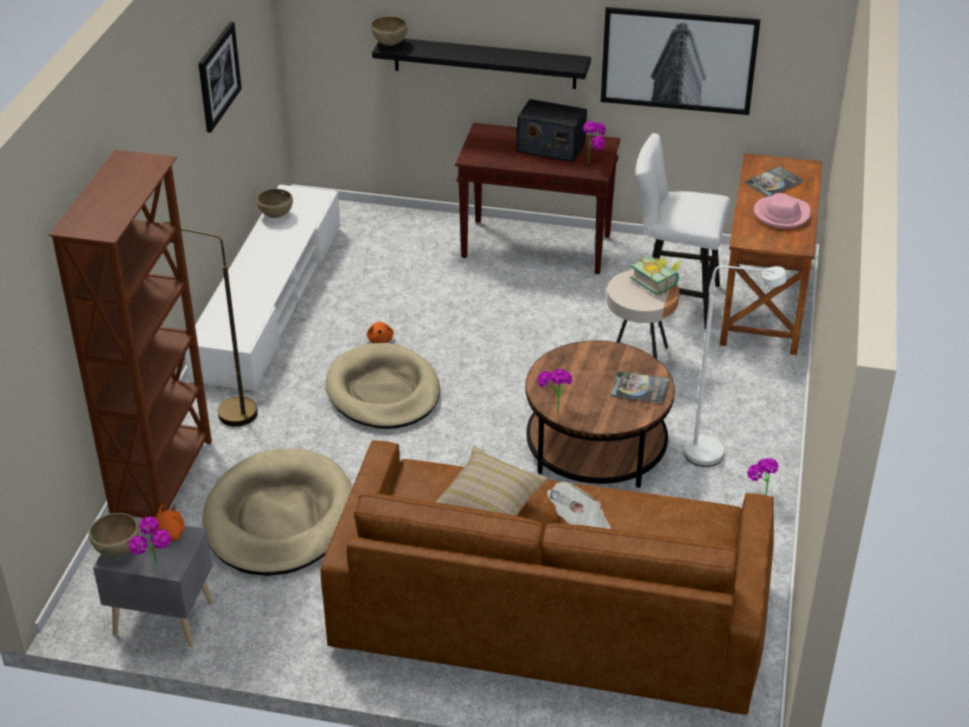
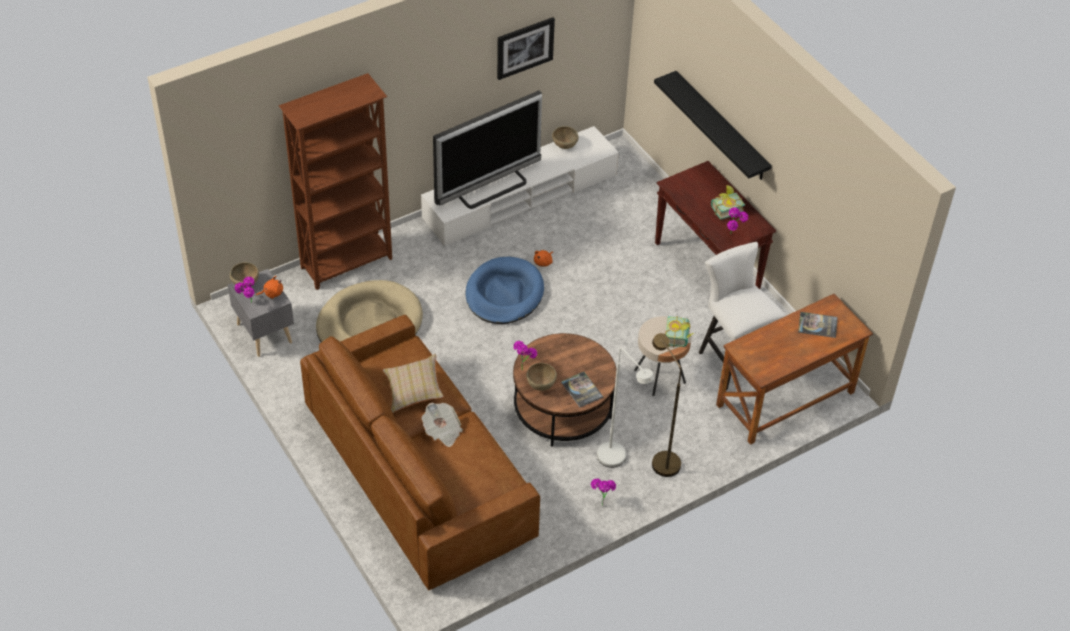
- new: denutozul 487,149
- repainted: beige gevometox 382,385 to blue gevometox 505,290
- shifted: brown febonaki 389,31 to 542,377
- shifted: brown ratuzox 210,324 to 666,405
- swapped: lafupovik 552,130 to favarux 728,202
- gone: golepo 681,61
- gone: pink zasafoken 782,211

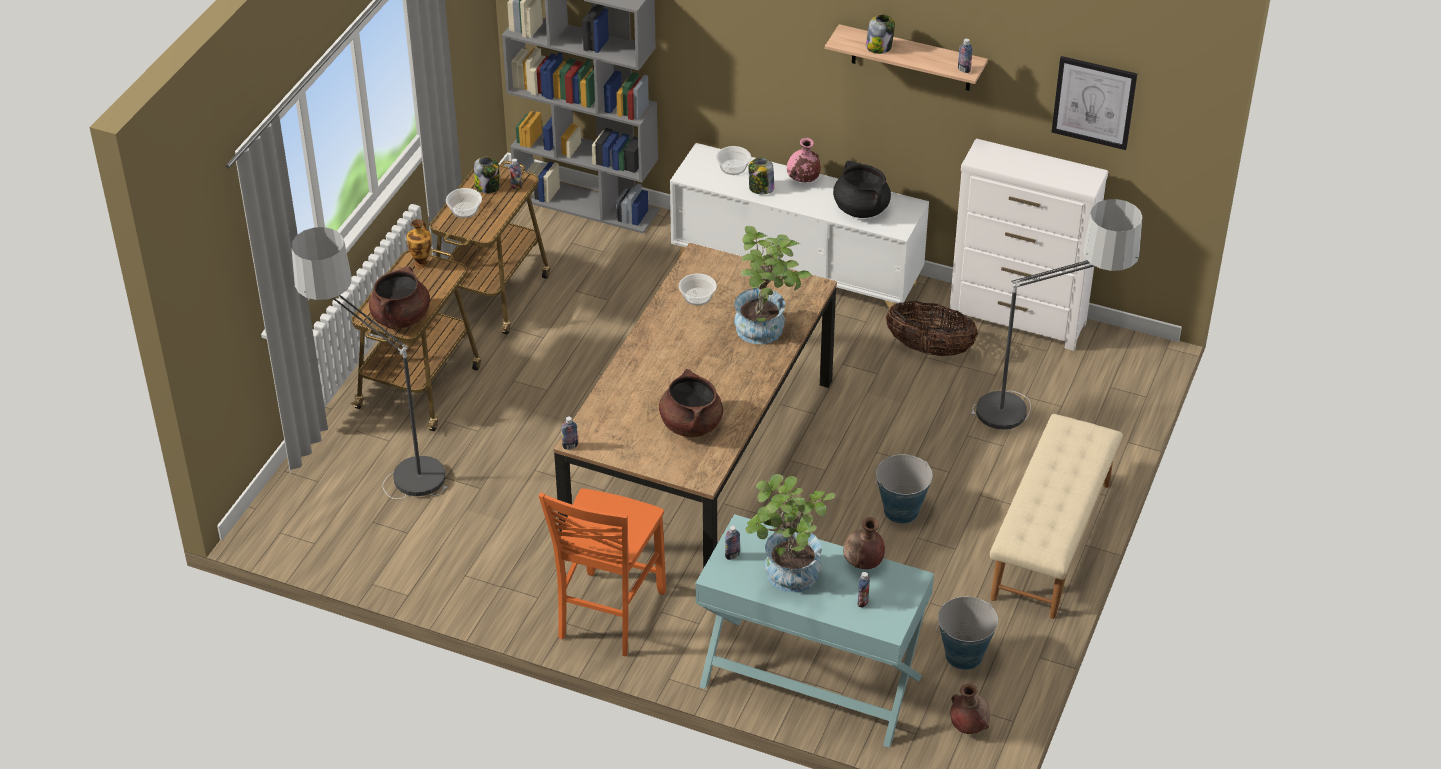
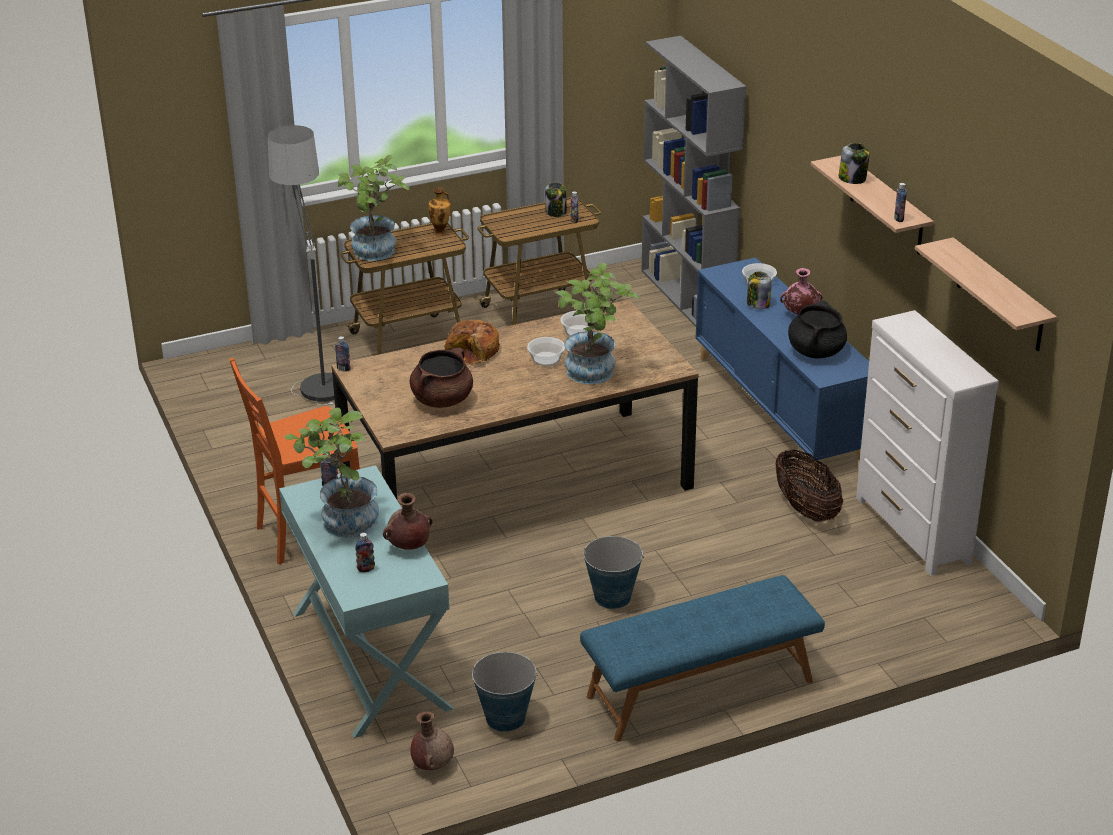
- swapped: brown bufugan 399,297 to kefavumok 373,208
- new: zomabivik 472,342
- shifted: febonaki 464,203 to 546,351
- repainted: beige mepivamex 1056,516 to blue mepivamex 702,658
- repainted: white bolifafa 799,226 to blue bolifafa 782,366
- swapped: golepo 1094,103 to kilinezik 986,294
- gone: ratuzox 1057,314

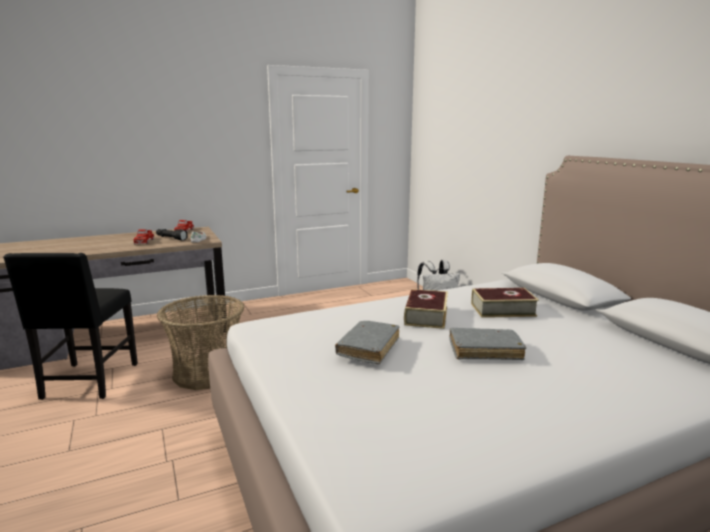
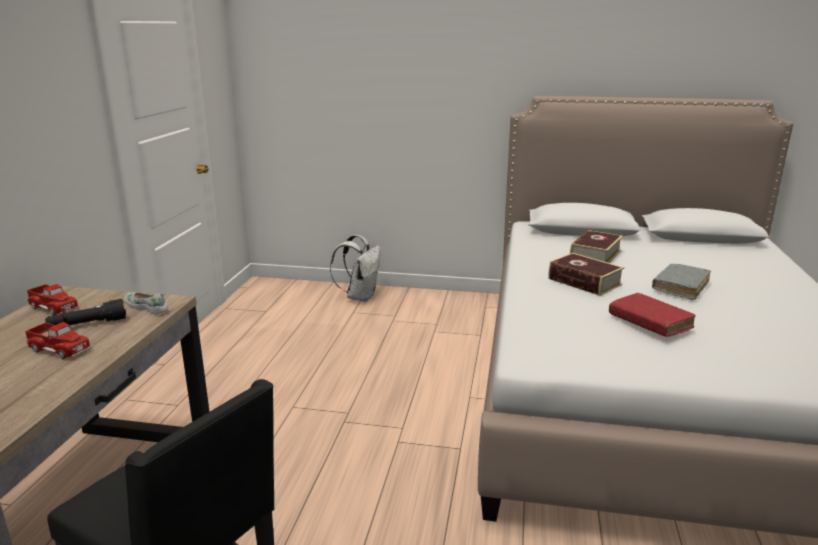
- repainted: grey favarux 367,342 to red favarux 652,315
- gone: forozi 201,342

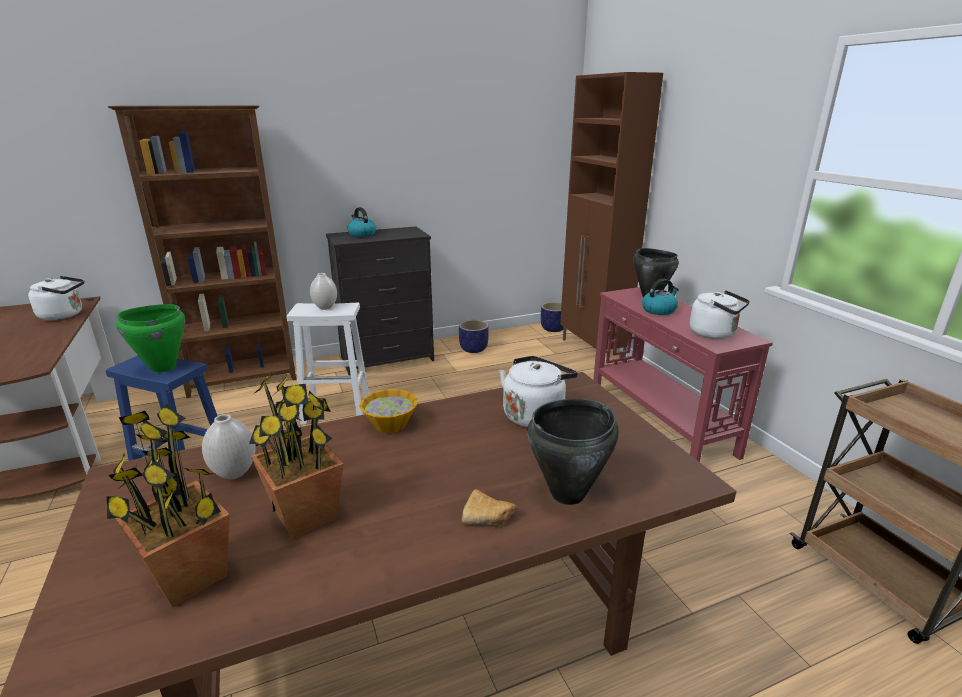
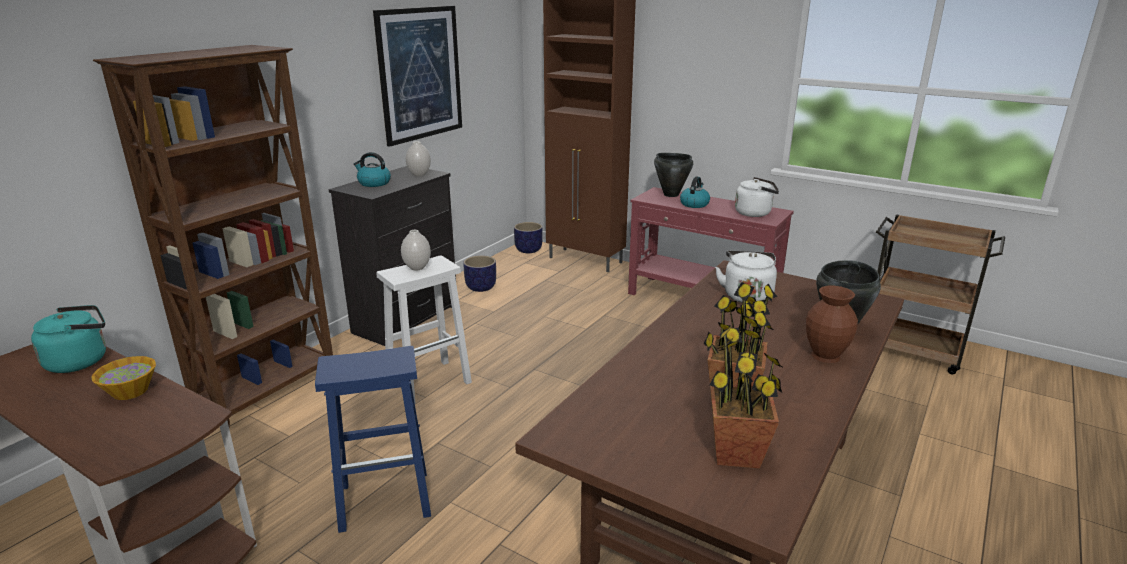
- repainted: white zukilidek 56,298 to turquoise zukilidek 68,339
- shifted: febonaki 388,411 to 123,378
- new: golepo 417,76
- shifted: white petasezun 228,446 to 418,158
- swapped: zomabivik 489,507 to brown petasezun 832,324
- gone: green bufugan 150,338

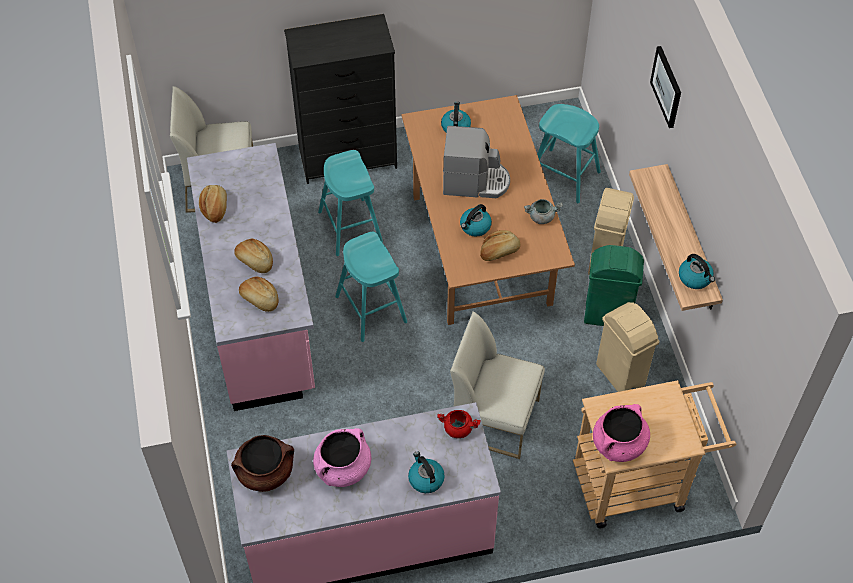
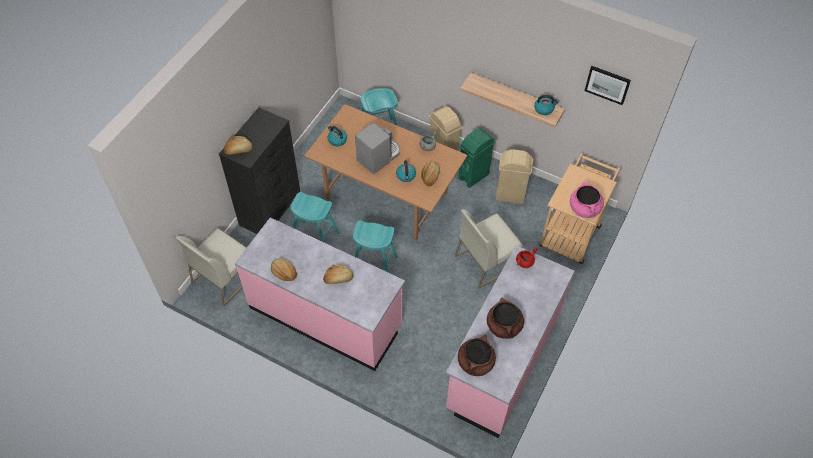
- shifted: zomabivik 258,294 to 237,145
- repainted: pink bufugan 342,457 to brown bufugan 505,318
- shifted: golepo 665,87 to 608,85
- gone: zukilidek 426,472

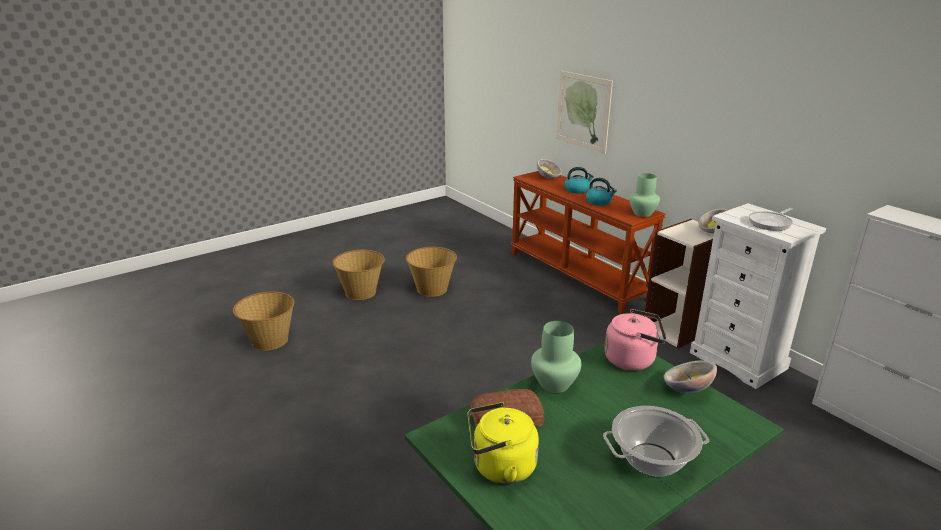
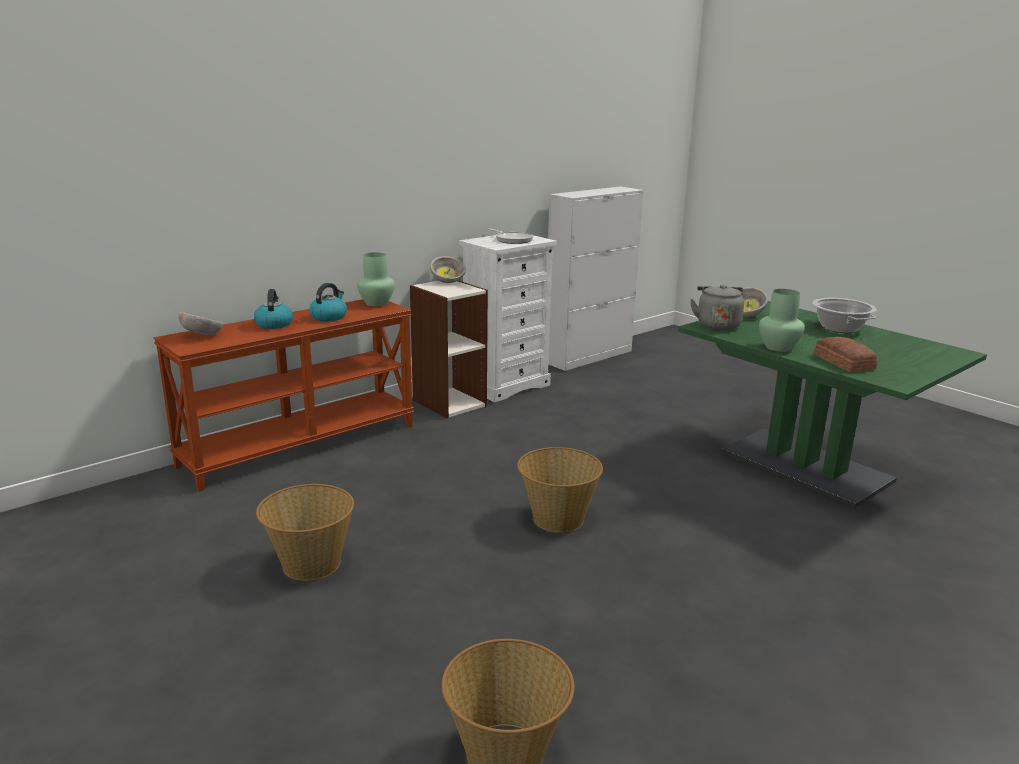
- shifted: forozi 359,275 to 560,489
- repainted: pink zukilidek 635,339 to grey zukilidek 717,307
- gone: yellow zukilidek 503,443
- gone: golepo 584,112

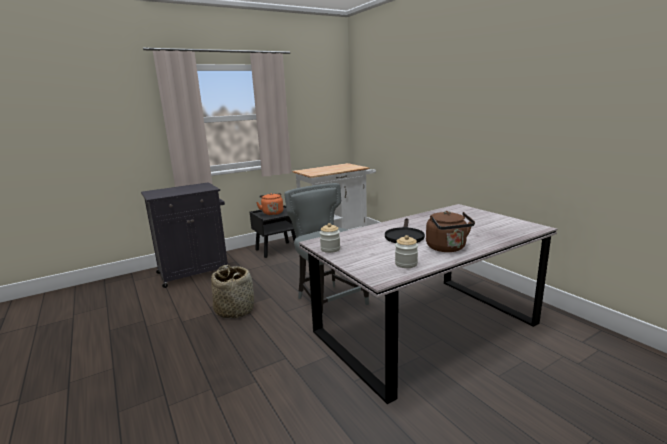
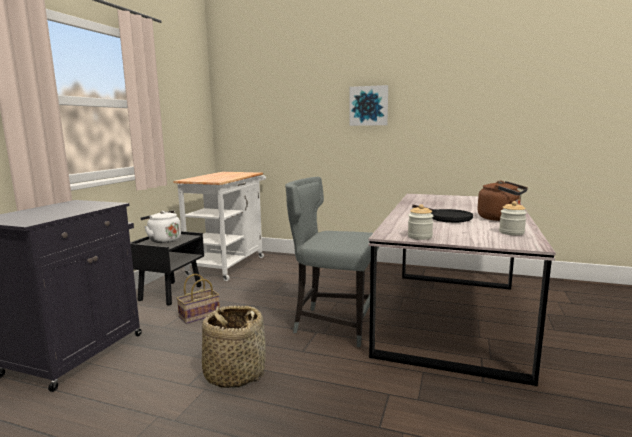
- repainted: orange zukilidek 269,204 to white zukilidek 160,226
- new: forozi 198,299
- new: golepo 368,105

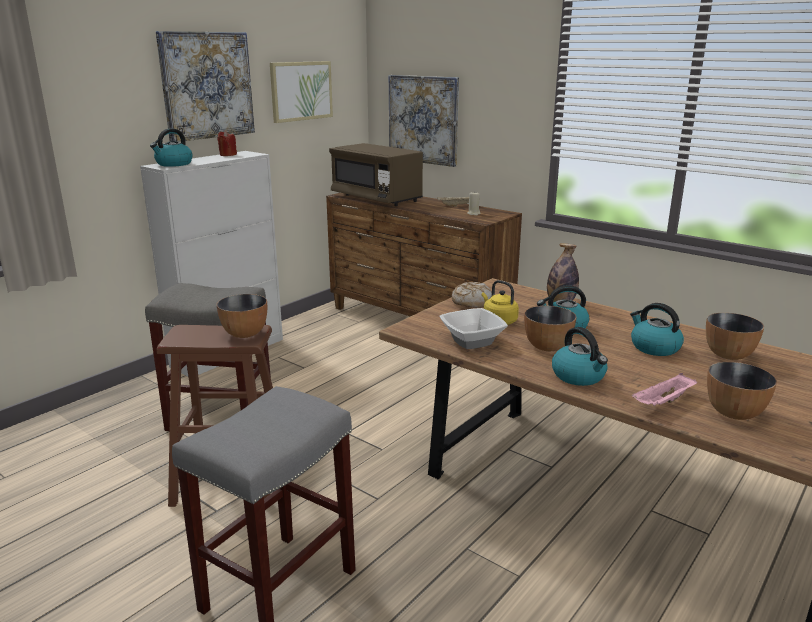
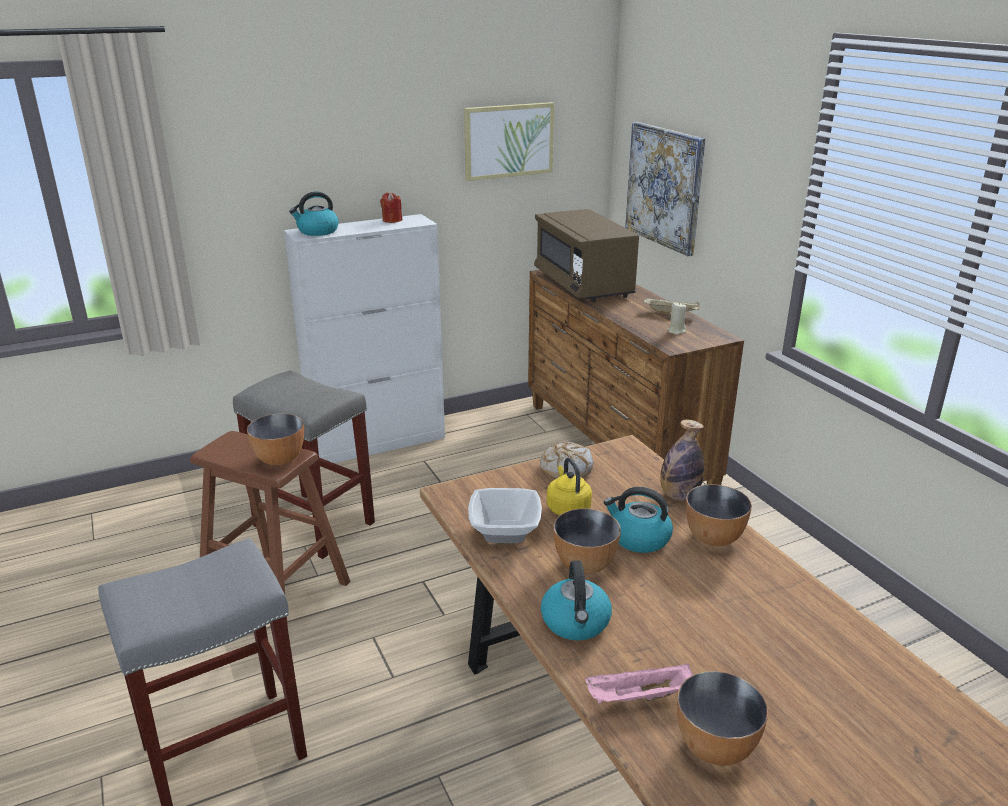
- shifted: febonaki 735,336 to 719,515
- gone: golepo 205,86
- gone: zukilidek 657,329

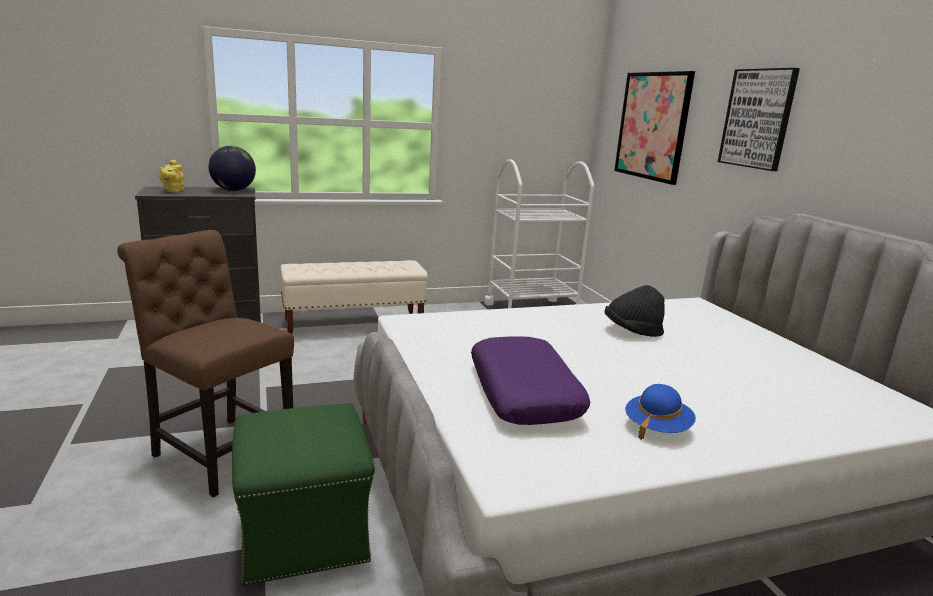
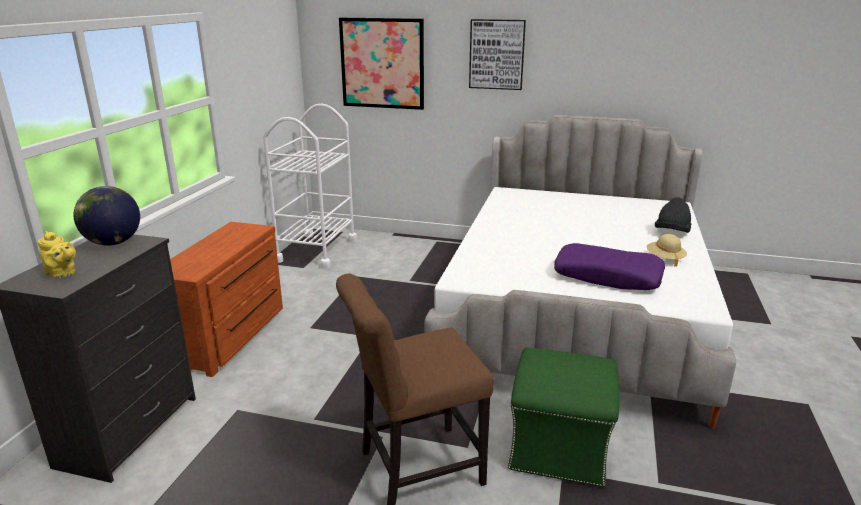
- swapped: beige mepivamex 354,297 to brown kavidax 226,299
- repainted: blue zasafoken 660,412 to beige zasafoken 667,250
- shifted: black zasafoken 635,311 to 673,215

